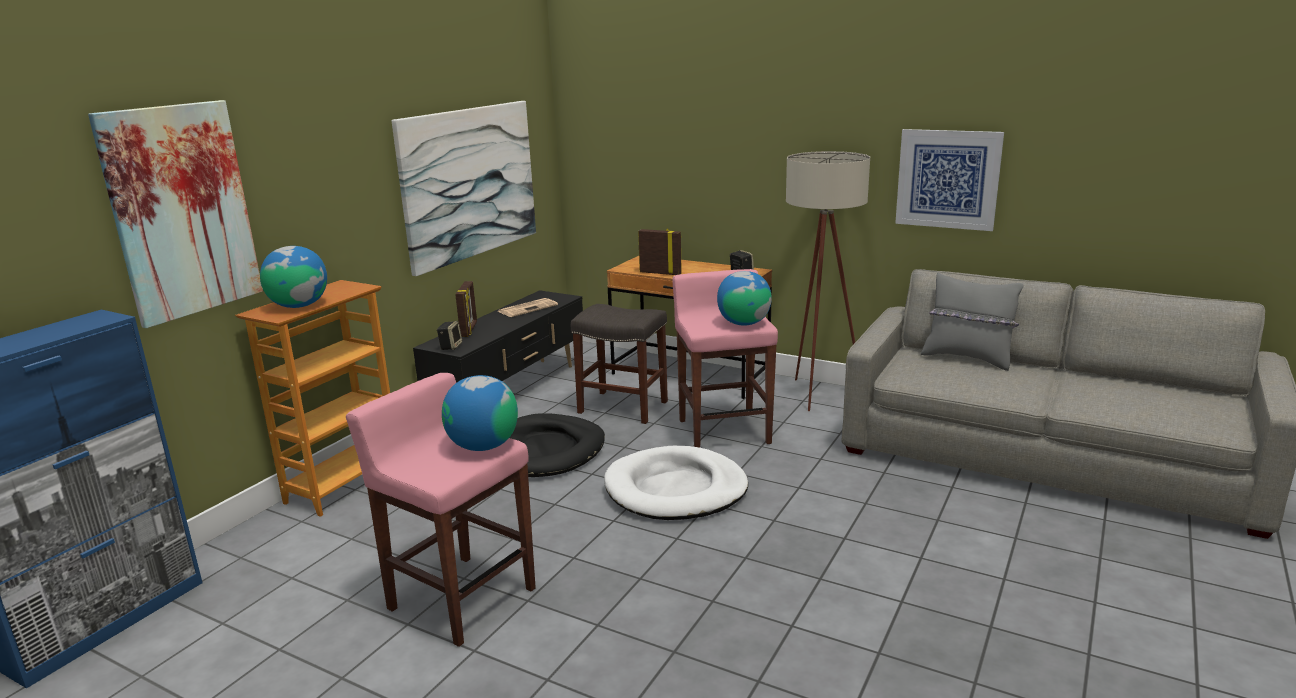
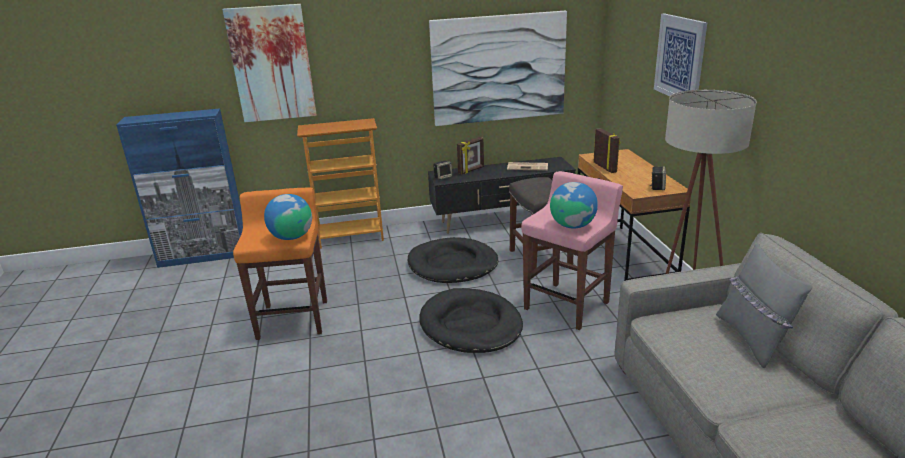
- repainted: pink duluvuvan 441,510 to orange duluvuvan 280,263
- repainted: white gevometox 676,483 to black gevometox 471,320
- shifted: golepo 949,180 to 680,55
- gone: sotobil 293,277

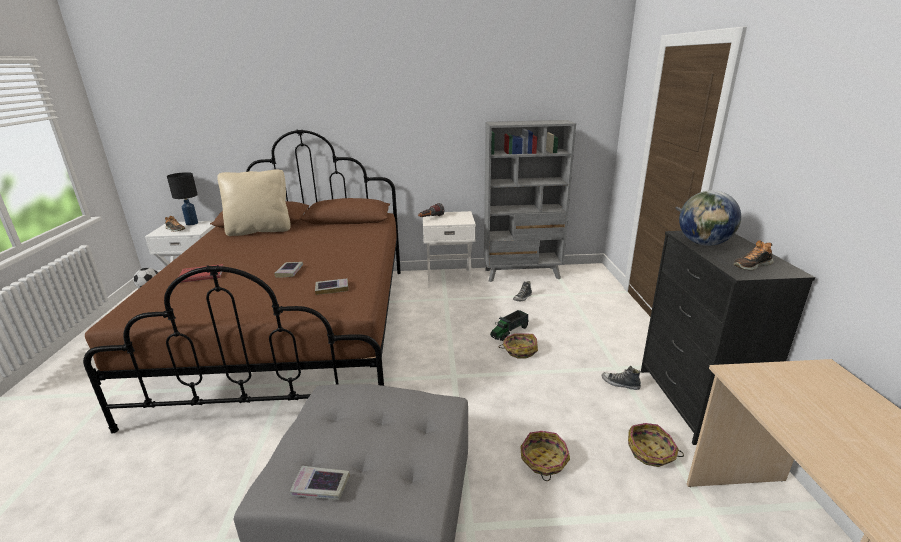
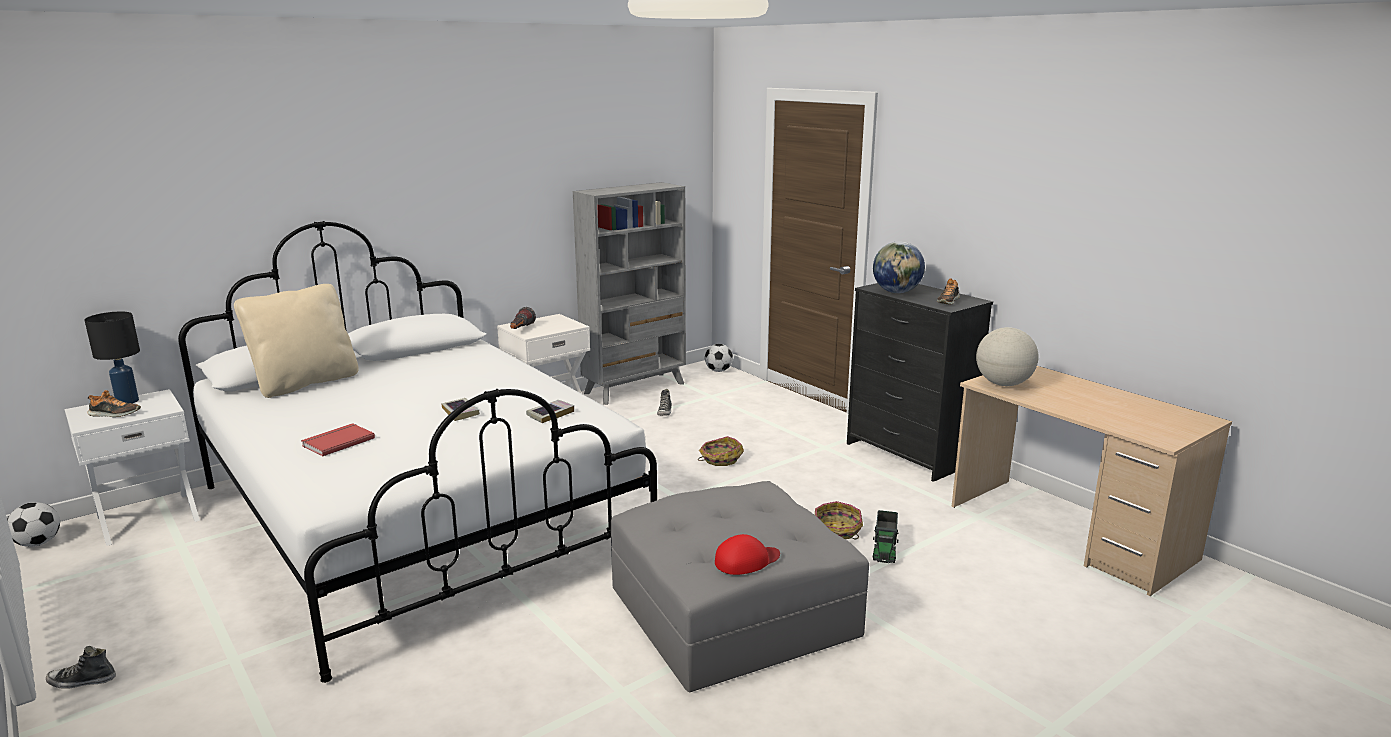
- shifted: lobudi 621,378 to 81,667
- repainted: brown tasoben 242,281 to white tasoben 417,452
- new: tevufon 719,358
- swapped: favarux 320,483 to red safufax 747,554
- shifted: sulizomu 509,325 to 885,536
- new: sotobil 1007,356
- gone: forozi 656,445

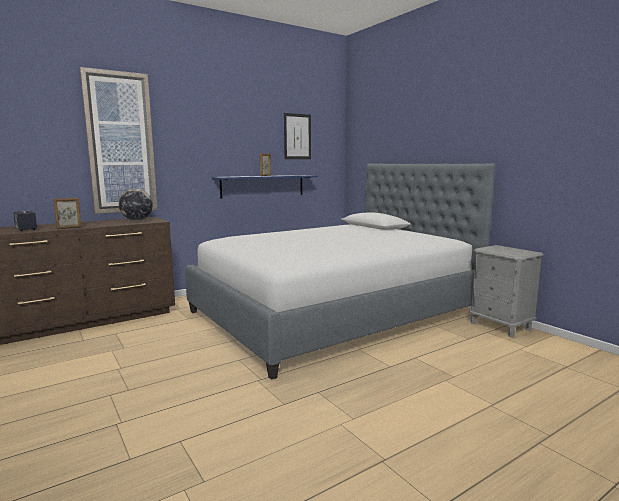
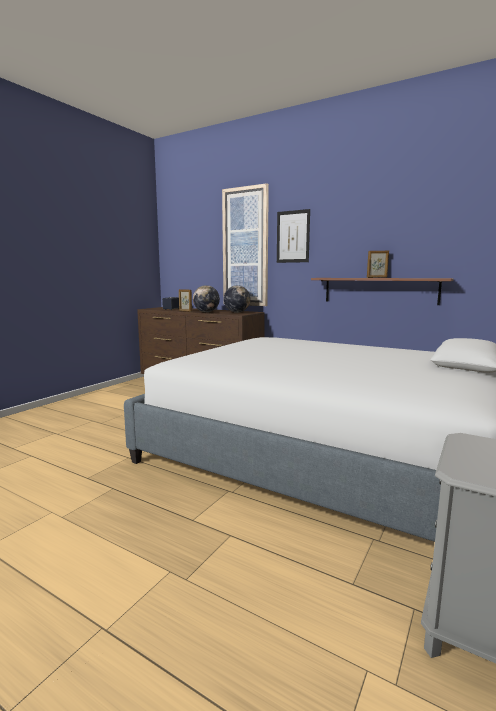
- new: sotobil 206,298
- shifted: golepo 297,136 to 293,236
- repainted: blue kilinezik 265,187 to brown kilinezik 382,291

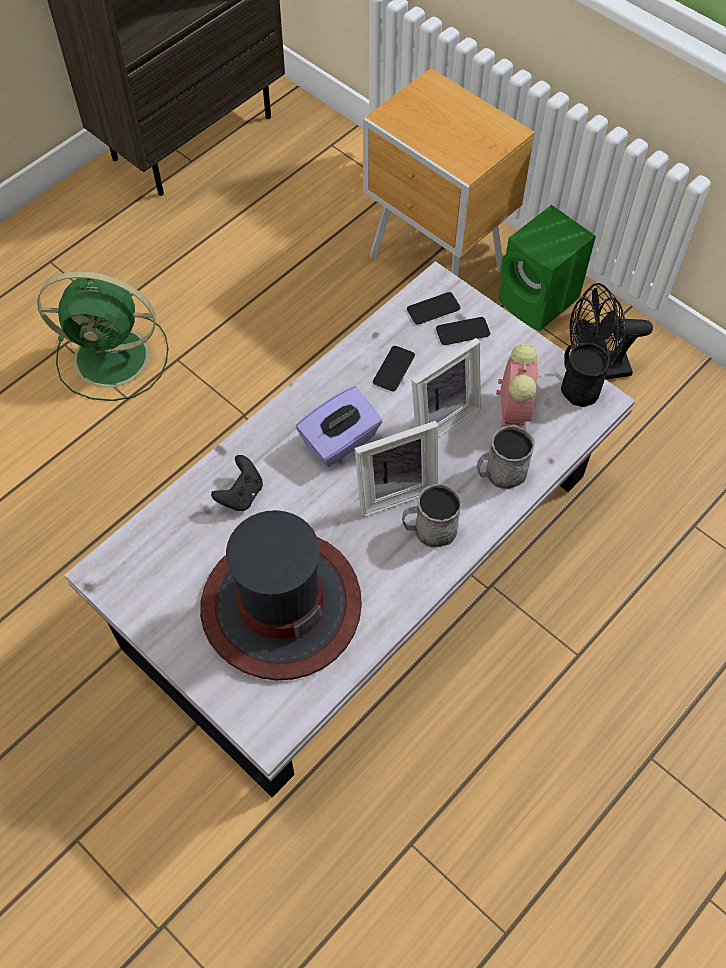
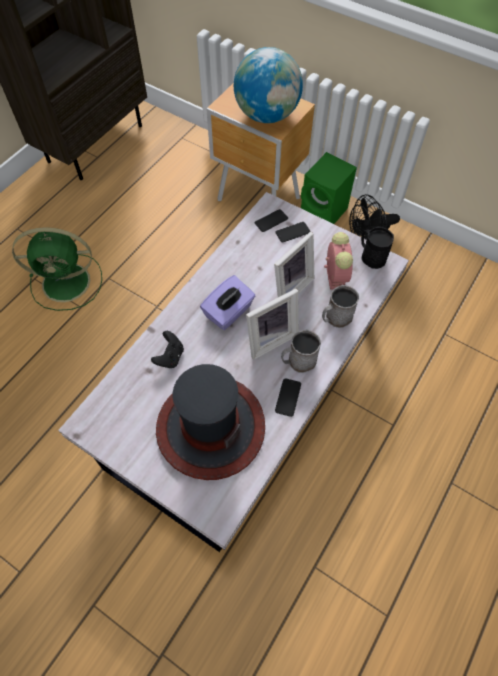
- new: sotobil 268,85
- shifted: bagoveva 394,369 to 288,397

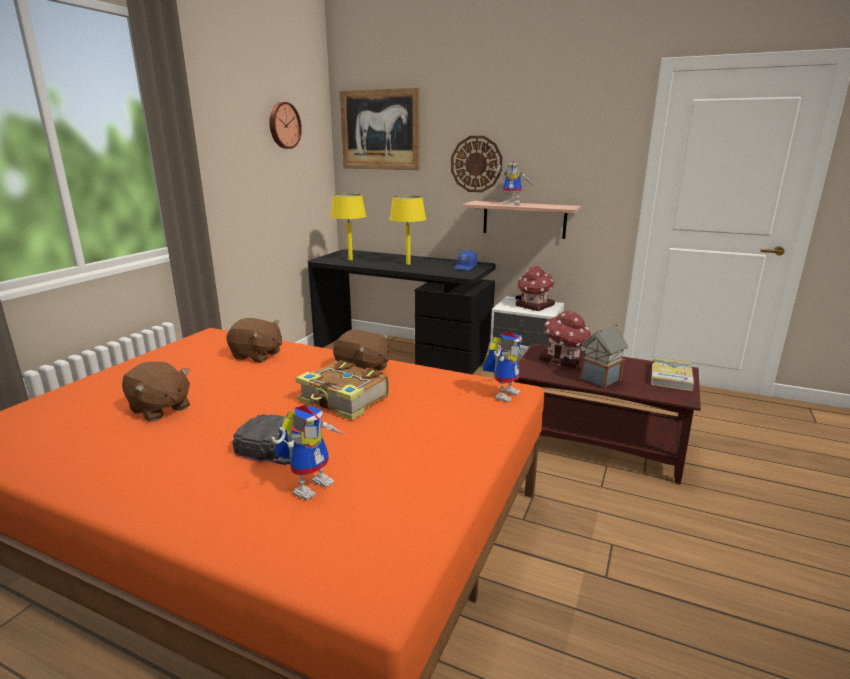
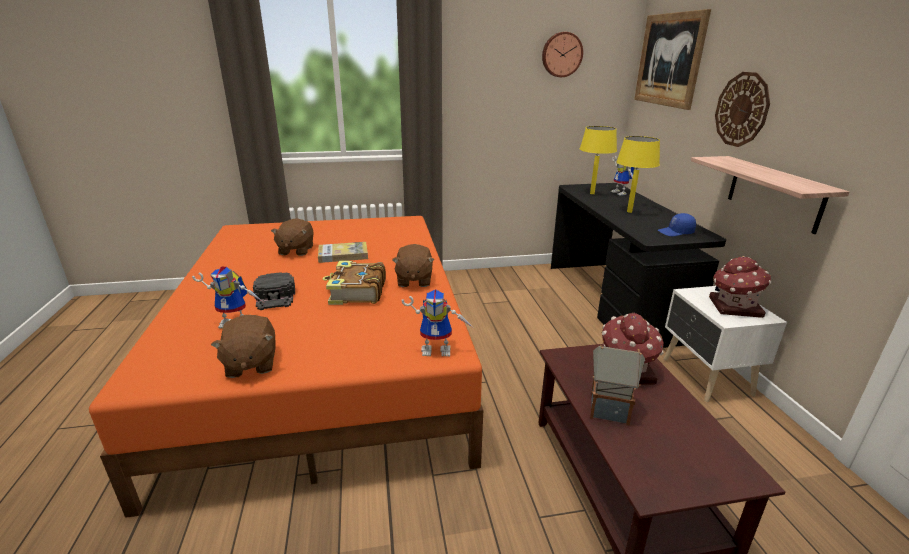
- shifted: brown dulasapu 254,340 to 243,346
- shifted: favarux 672,374 to 343,252
- shifted: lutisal 514,182 to 623,176

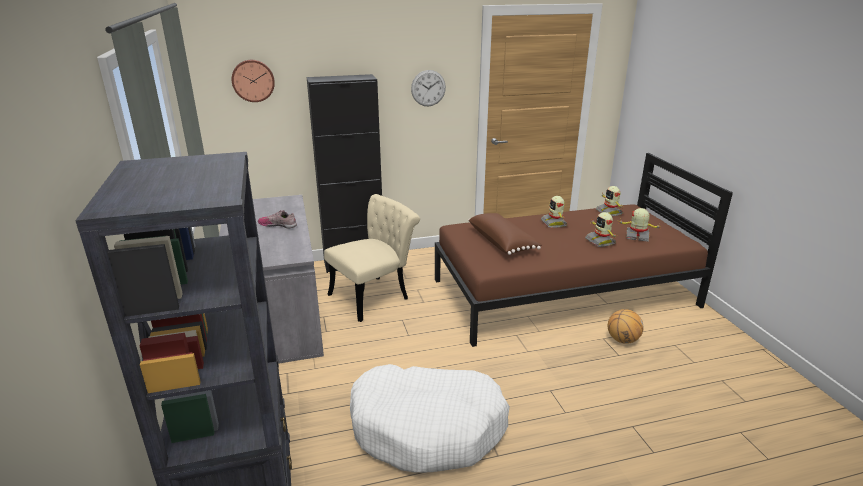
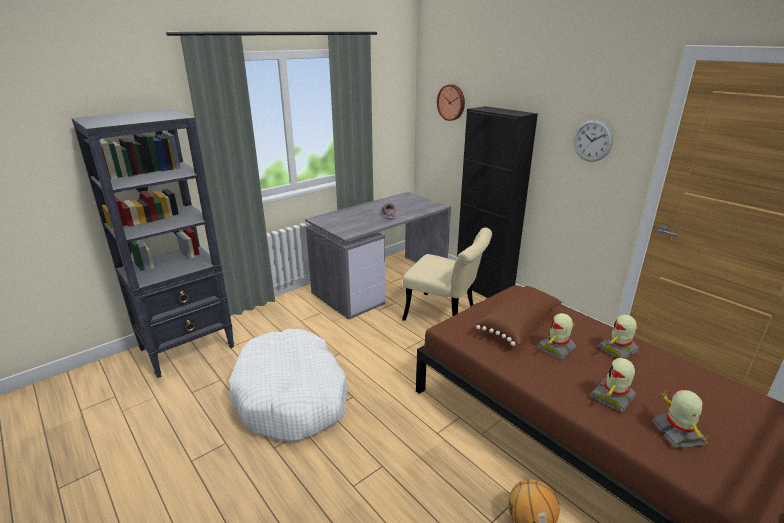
- shifted: lutisal 609,201 to 556,336

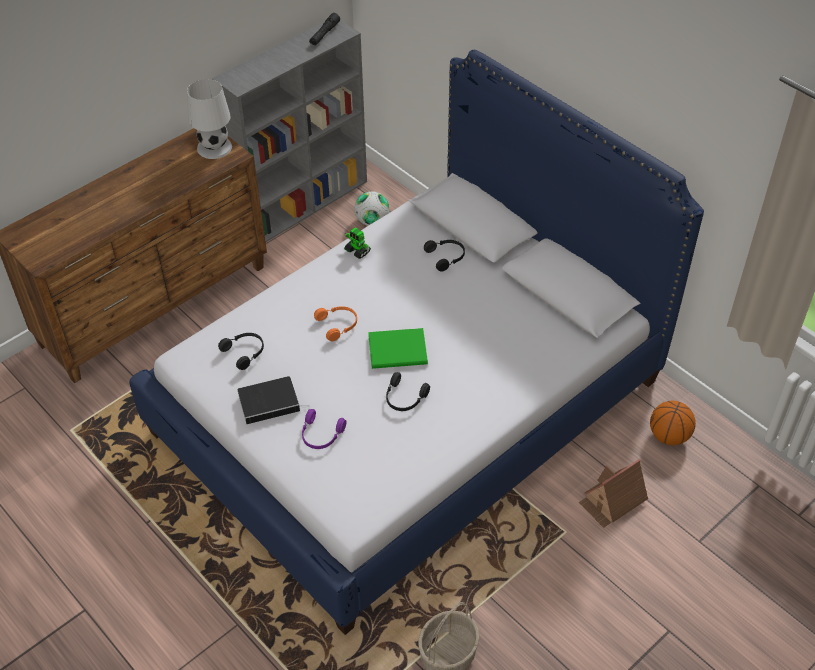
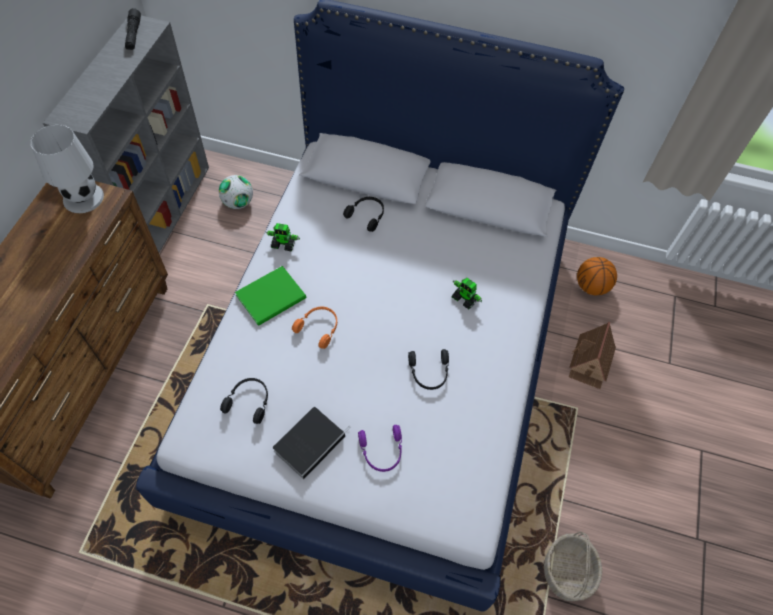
- shifted: green favarux 398,348 to 270,296
- new: lutisal 467,293

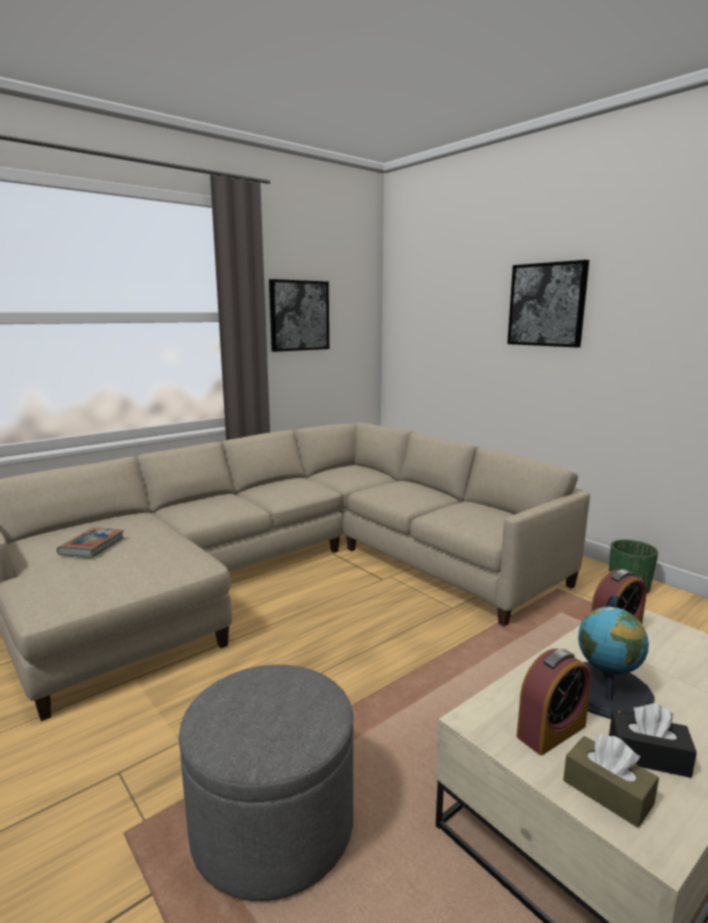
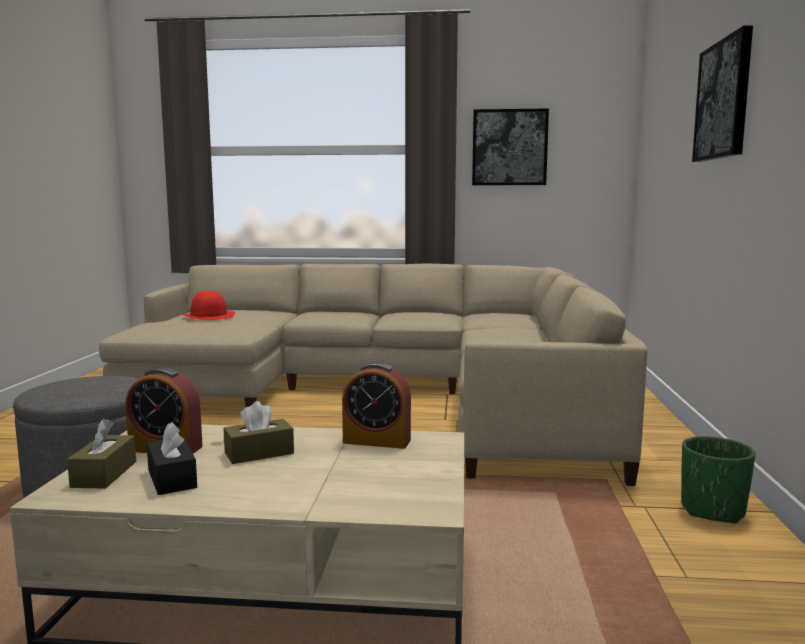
- swapped: favarux 90,543 to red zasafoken 209,305
- swapped: sotobil 616,657 to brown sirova 259,432

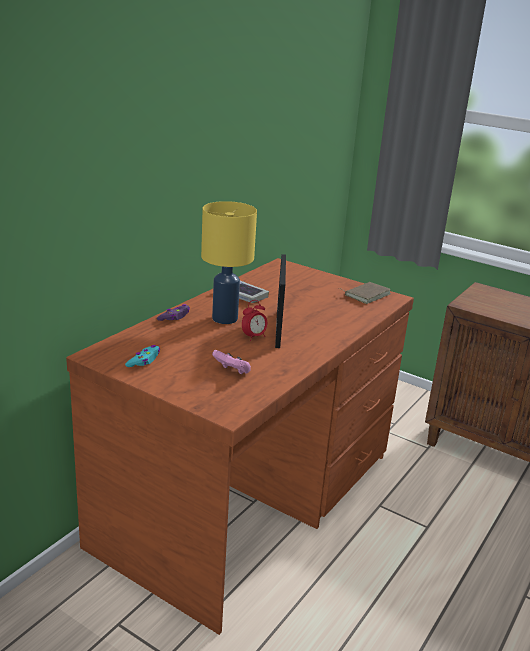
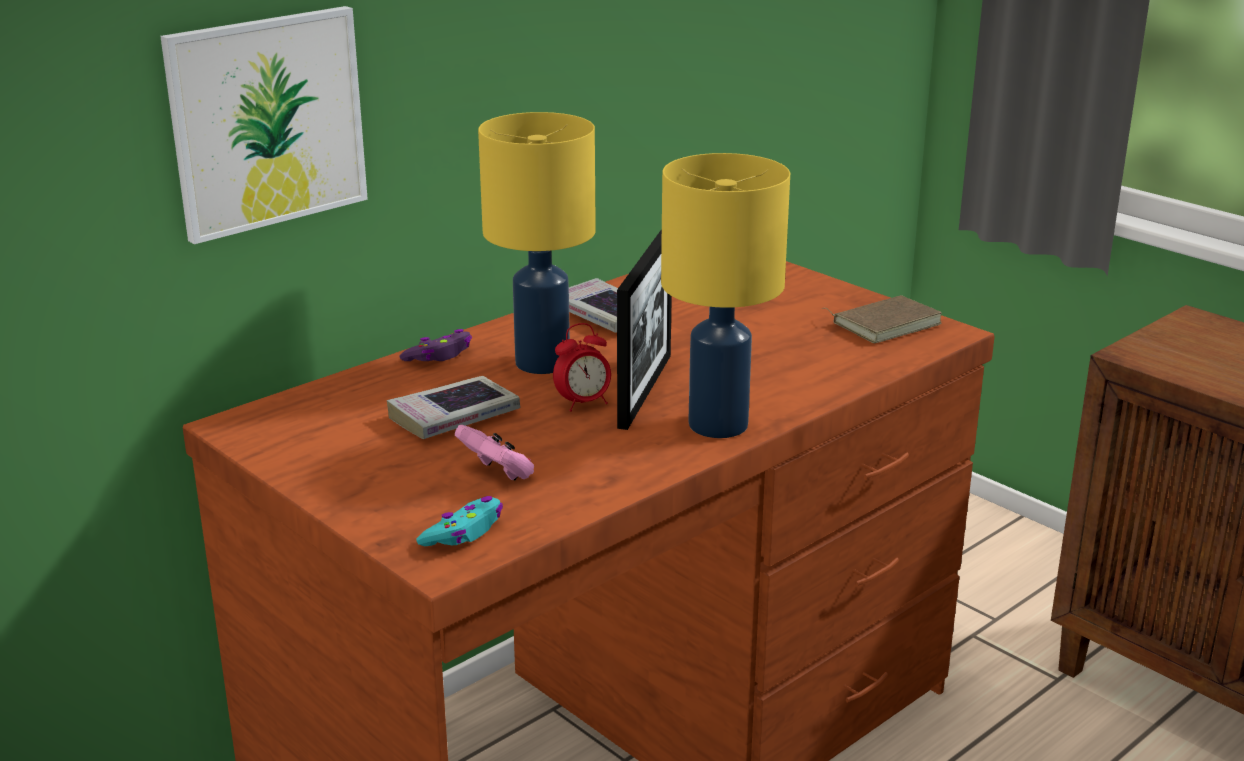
- new: golepo 264,125
- new: favarux 453,407
- shifted: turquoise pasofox 142,356 to 459,521
- new: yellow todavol 725,295

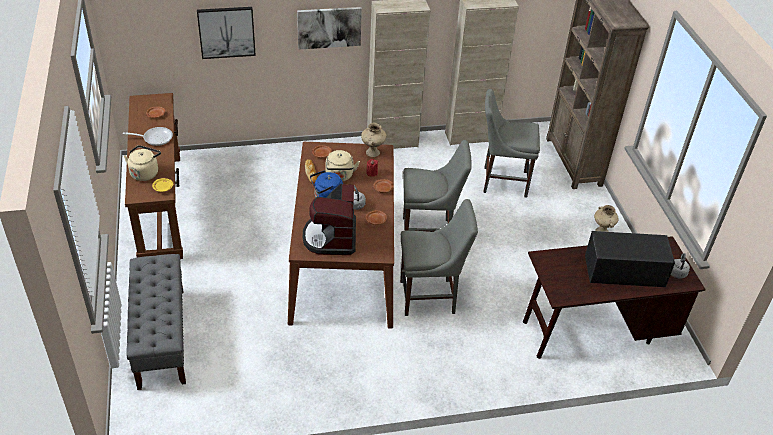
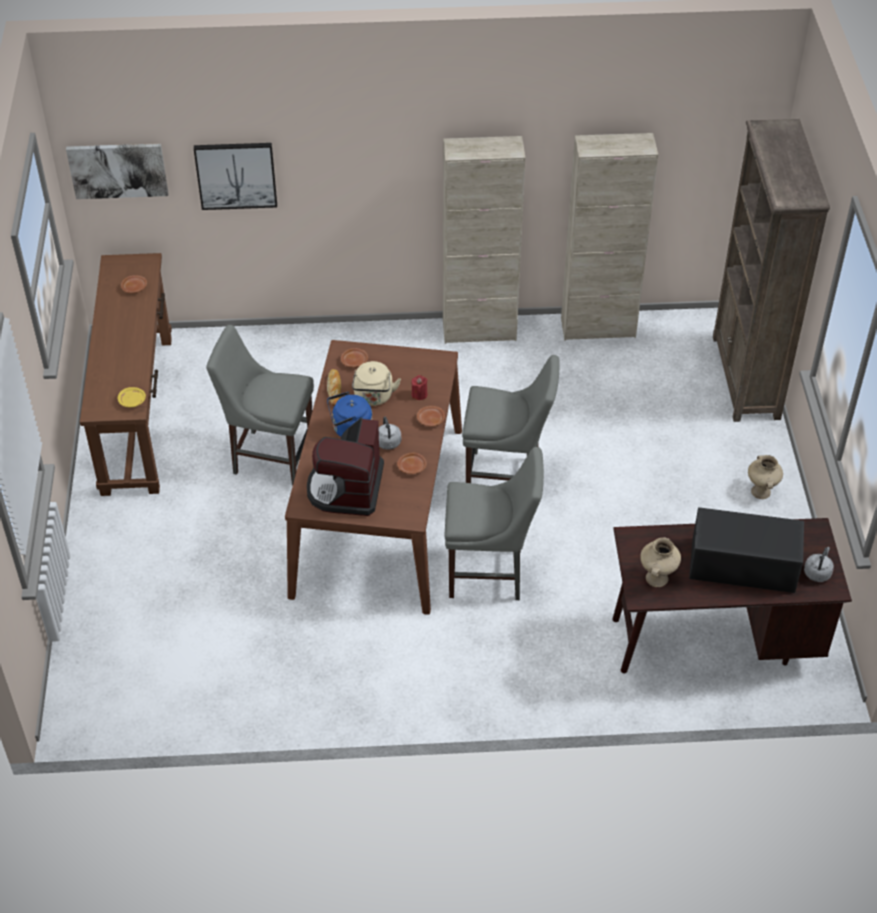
- shifted: golepo 329,28 to 117,171
- shifted: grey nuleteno 511,143 to 260,405
- shifted: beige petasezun 374,140 to 660,562
- gone: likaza 148,136
- gone: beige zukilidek 142,163
- gone: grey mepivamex 156,322

